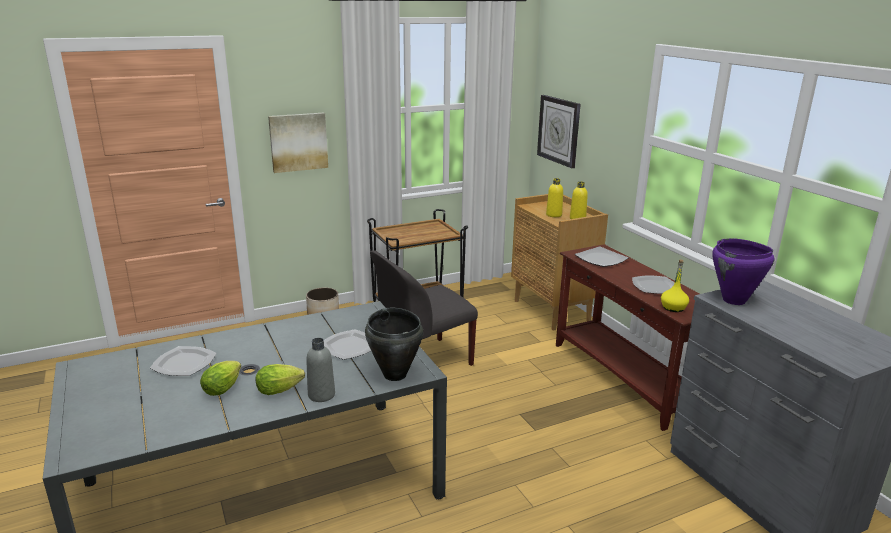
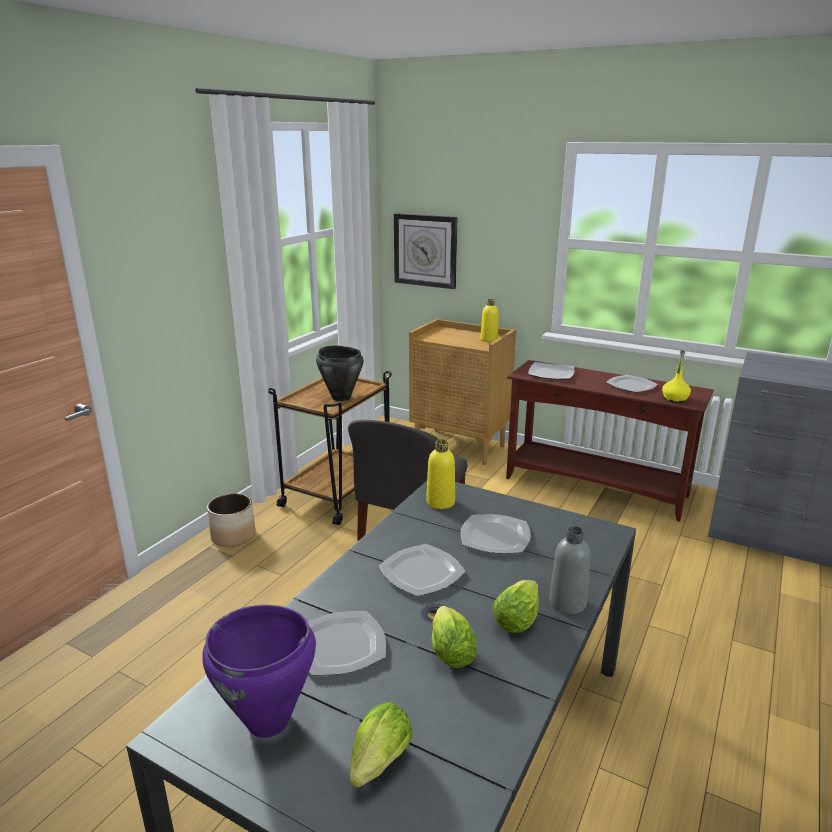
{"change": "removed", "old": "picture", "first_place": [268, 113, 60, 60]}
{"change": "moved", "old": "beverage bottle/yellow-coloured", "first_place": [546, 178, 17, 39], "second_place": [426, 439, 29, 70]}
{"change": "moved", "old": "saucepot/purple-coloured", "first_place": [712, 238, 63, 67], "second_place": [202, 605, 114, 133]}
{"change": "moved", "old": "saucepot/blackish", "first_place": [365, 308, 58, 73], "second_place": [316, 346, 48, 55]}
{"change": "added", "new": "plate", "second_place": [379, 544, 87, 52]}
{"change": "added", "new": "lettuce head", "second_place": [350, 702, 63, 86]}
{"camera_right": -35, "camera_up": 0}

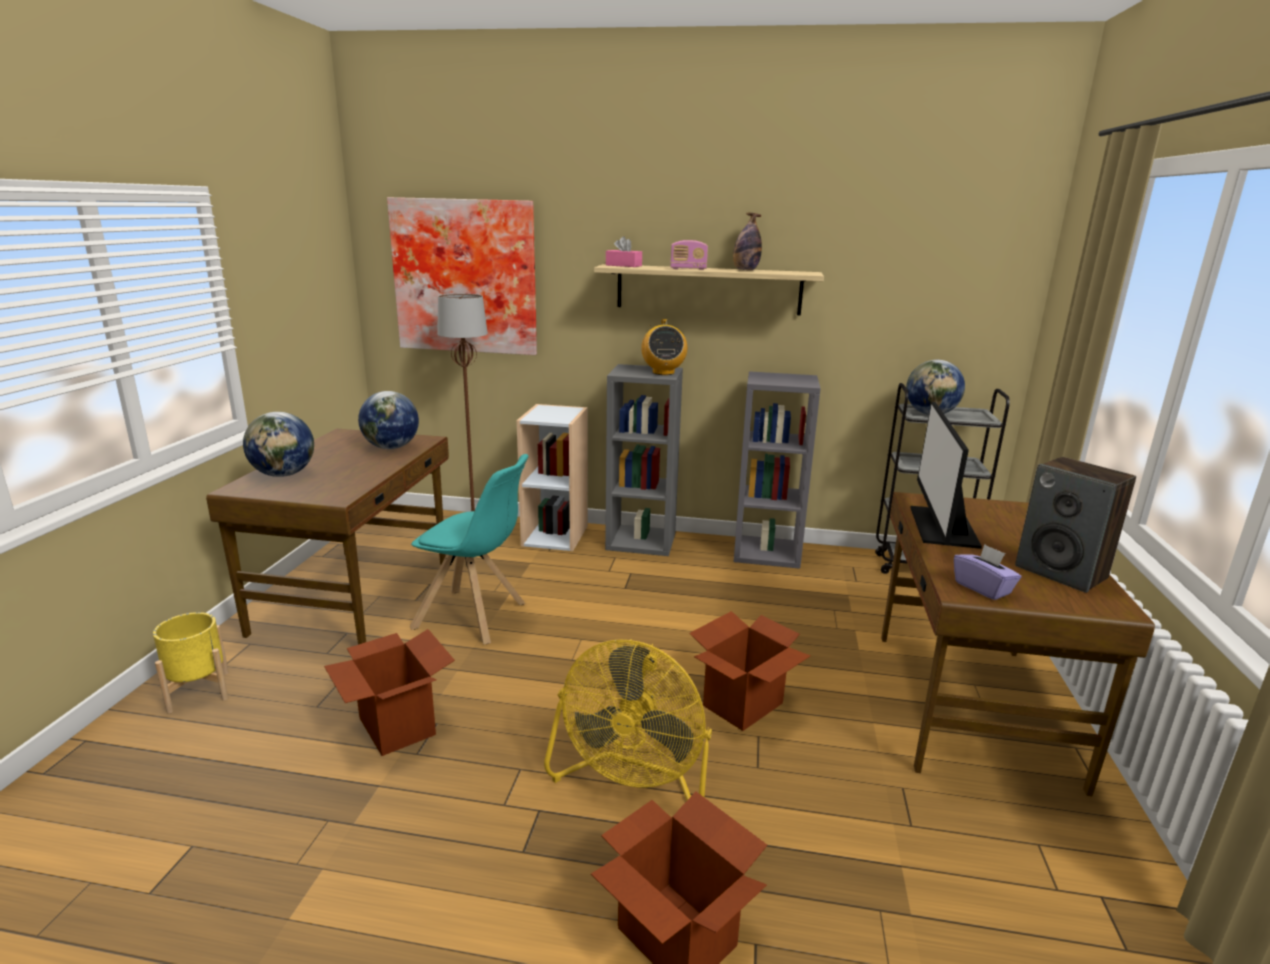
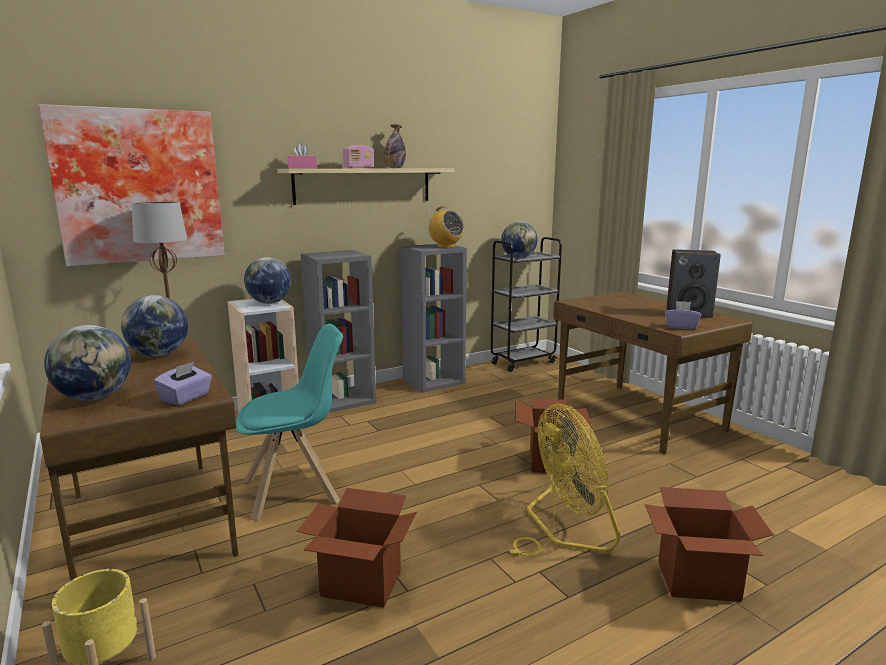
{"change": "moved", "old": "radio", "first_place": [641, 319, 46, 56], "second_place": [426, 206, 38, 42]}
{"change": "removed", "old": "monitor", "first_place": [910, 402, 72, 147]}
{"change": "turned", "old": "electric fan/yellow-coloured", "first_place": [544, 639, 168, 161], "second_place": [507, 403, 113, 154], "degrees": -90}
{"change": "added", "new": "globe", "second_place": [244, 257, 48, 47]}
{"change": "added", "new": "tissue holder/purple-coloured", "second_place": [154, 361, 58, 44]}
{"camera_right": -40, "camera_up": -5}

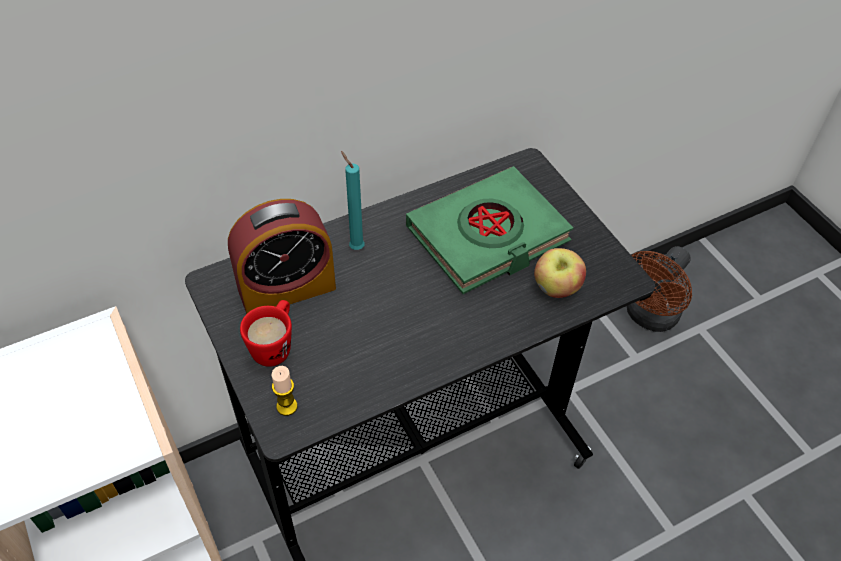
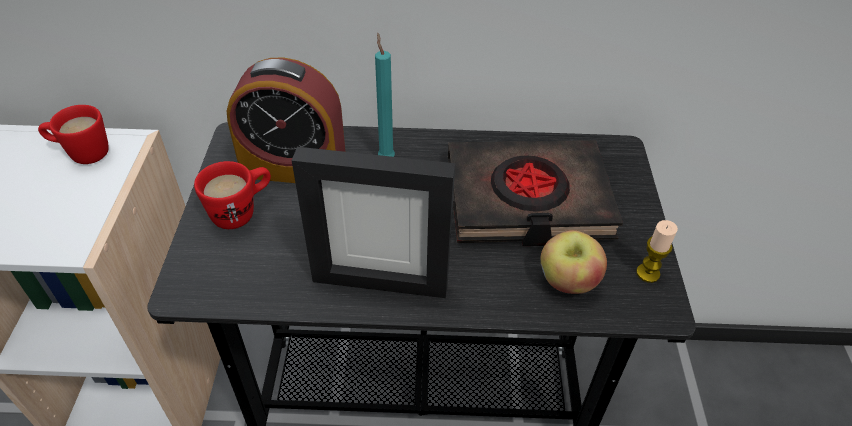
{"change": "recoloured", "old": "volume/green", "new": "volume/blackish", "first_place": [406, 166, 168, 128], "second_place": [448, 140, 175, 106]}
{"change": "removed", "old": "electric fan/brown", "first_place": [627, 246, 65, 86]}
{"change": "moved", "old": "wax light", "first_place": [272, 366, 26, 50], "second_place": [636, 220, 42, 63]}
{"change": "added", "new": "tea mug/red", "second_place": [38, 105, 71, 59]}
{"change": "added", "new": "standing frame", "second_place": [292, 147, 163, 151]}
{"camera_right": 30, "camera_up": -5}

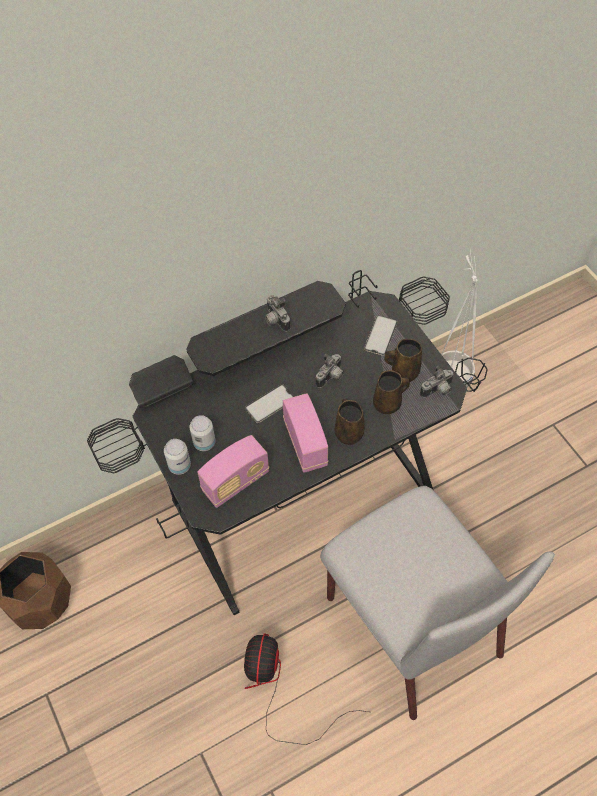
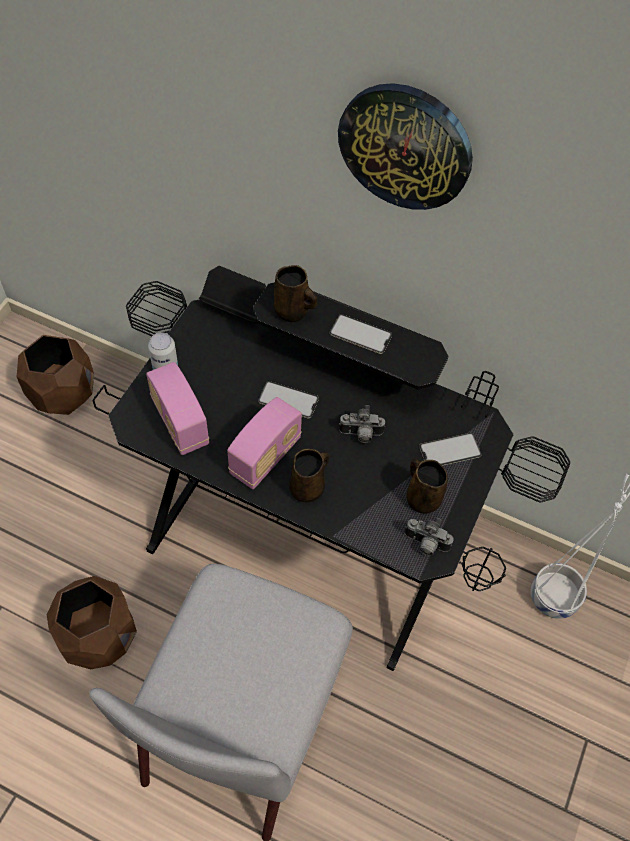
{"change": "replaced", "old": "still camera", "new": "handset", "first_place": [265, 294, 26, 38], "second_place": [329, 314, 63, 40]}
{"change": "moved", "old": "tea mug/brown", "first_place": [373, 370, 37, 44], "second_place": [274, 265, 43, 57]}
{"change": "removed", "old": "sealed can", "first_place": [190, 415, 26, 36]}
{"change": "turned", "old": "radio", "first_place": [197, 435, 73, 73], "second_place": [146, 362, 63, 93], "degrees": 45}
{"change": "replaced", "old": "electric fan", "new": "planter/brown", "first_place": [244, 633, 124, 112], "second_place": [47, 576, 90, 93]}
{"change": "added", "new": "clock on the wall", "second_place": [338, 83, 135, 127]}
{"camera_right": 50, "camera_up": 0}

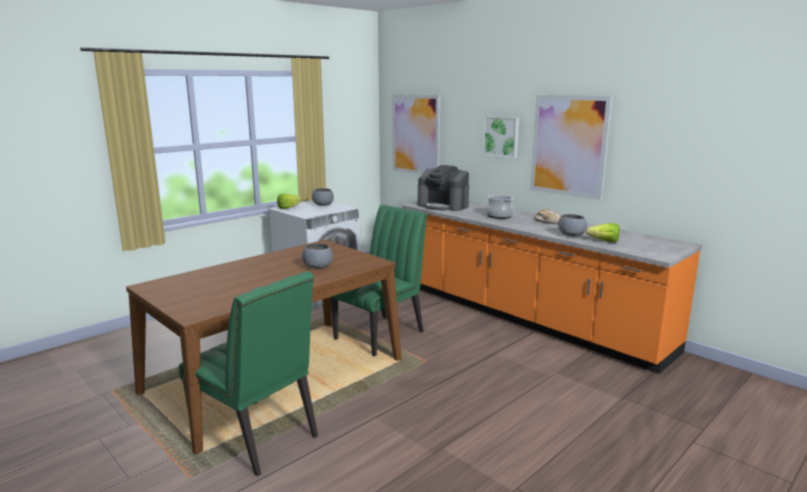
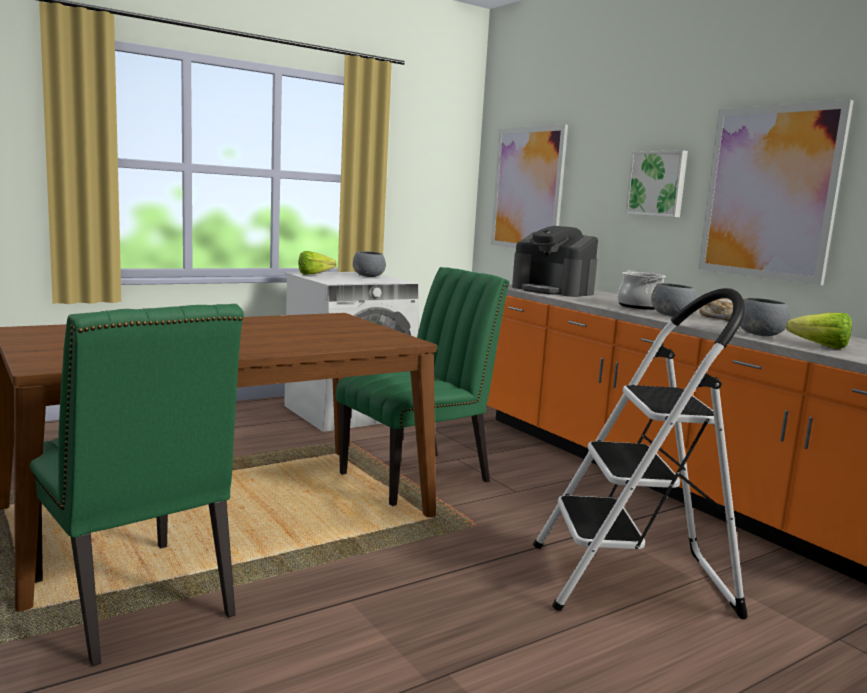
{"change": "moved", "old": "serving bowl/greyish", "first_place": [302, 243, 31, 26], "second_place": [651, 283, 46, 34]}
{"change": "added", "new": "step ladder", "second_place": [533, 288, 214, 331]}
{"camera_right": 10, "camera_up": -5}

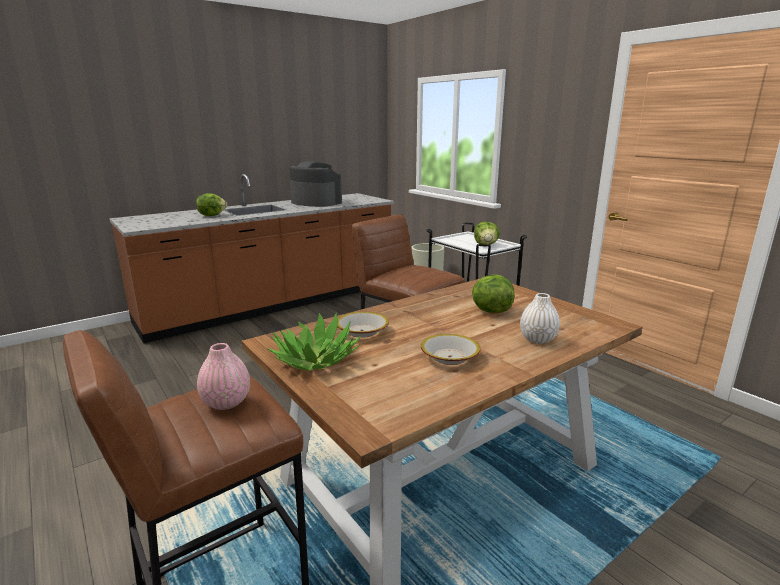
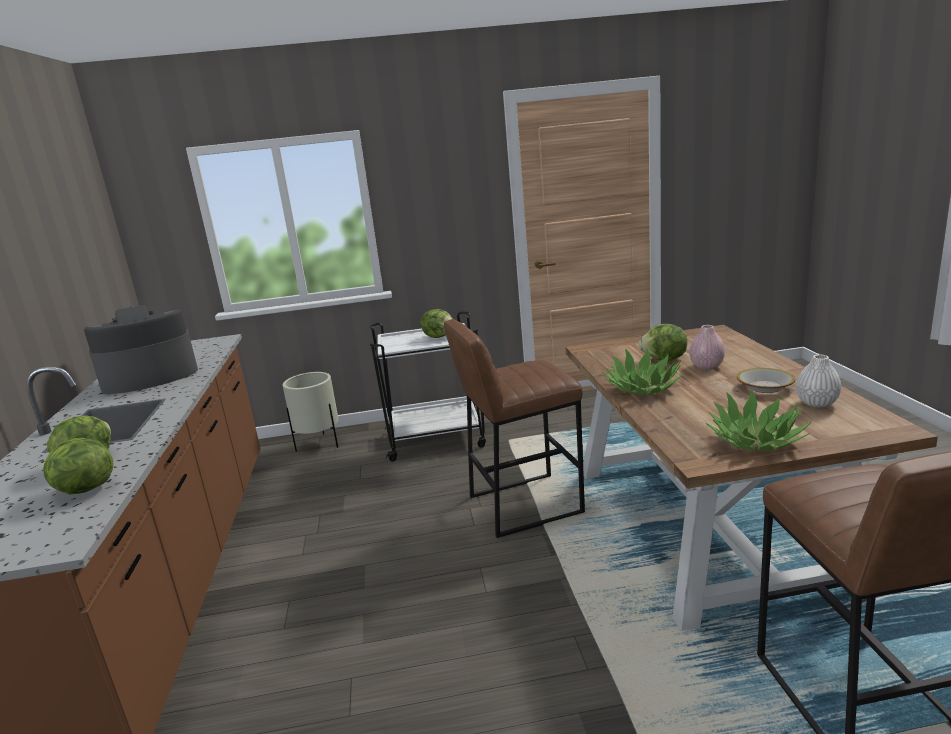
{"change": "moved", "old": "decorative vase/white-coloured", "first_place": [520, 293, 40, 51], "second_place": [796, 355, 45, 53]}
{"change": "removed", "old": "serving bowl", "first_place": [338, 311, 51, 27]}
{"change": "moved", "old": "decorative vase/pink", "first_place": [197, 343, 53, 67], "second_place": [689, 325, 36, 44]}
{"change": "added", "new": "houseplant", "second_place": [602, 349, 82, 46]}
{"change": "added", "new": "lettuce head", "second_place": [43, 438, 71, 56]}
{"camera_right": -60, "camera_up": 0}

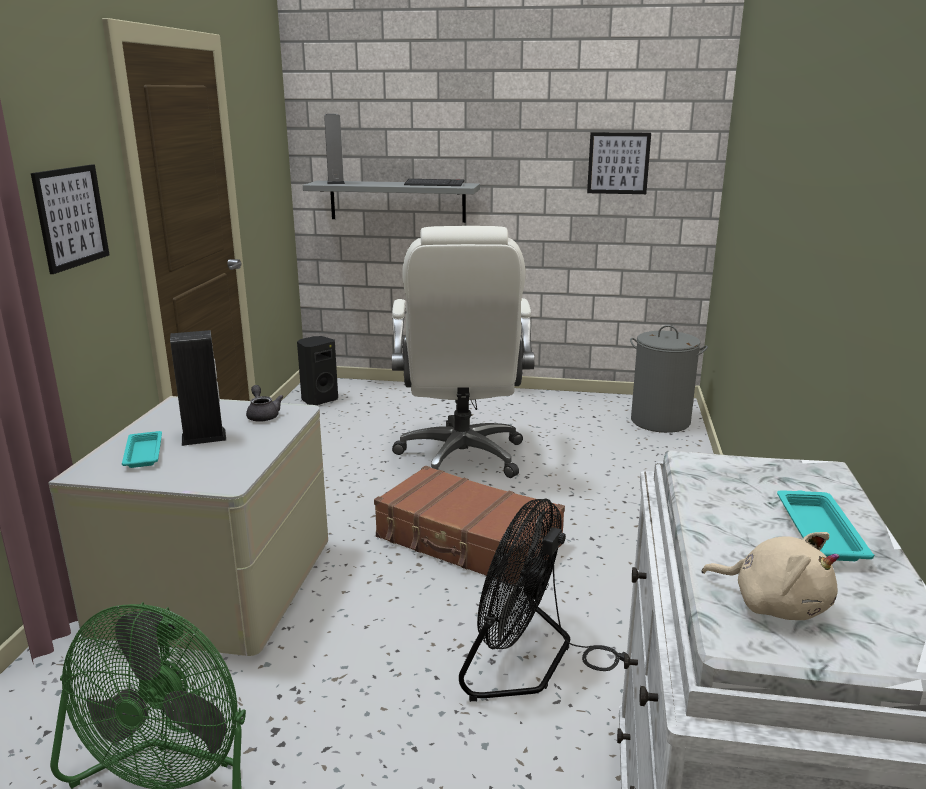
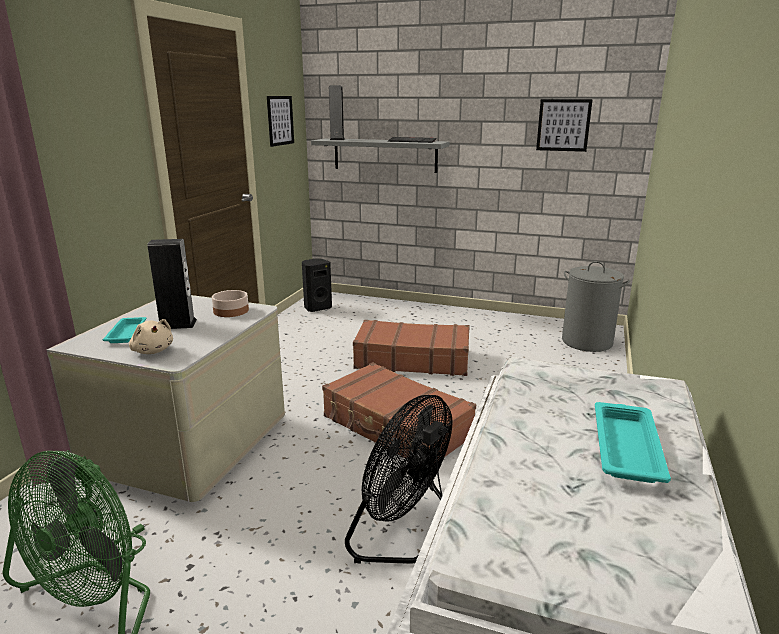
{"change": "moved", "old": "picture", "first_place": [31, 164, 78, 110], "second_place": [267, 96, 27, 51]}
{"change": "replaced", "old": "desk chair/white-coloured", "new": "piece of luggage/brown", "first_place": [392, 226, 143, 252], "second_place": [353, 320, 117, 56]}
{"change": "replaced", "old": "teapot/greyish", "new": "serving bowl", "first_place": [246, 385, 38, 37], "second_place": [212, 290, 37, 27]}
{"change": "moved", "old": "cuddly toy/beige", "first_place": [701, 532, 138, 88], "second_place": [129, 319, 44, 35]}
{"camera_right": 10, "camera_up": 0}

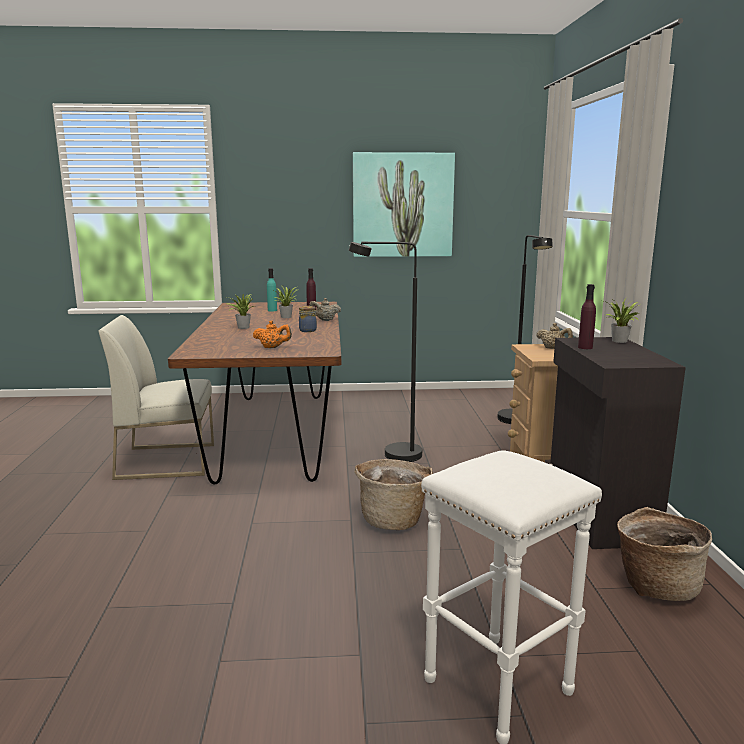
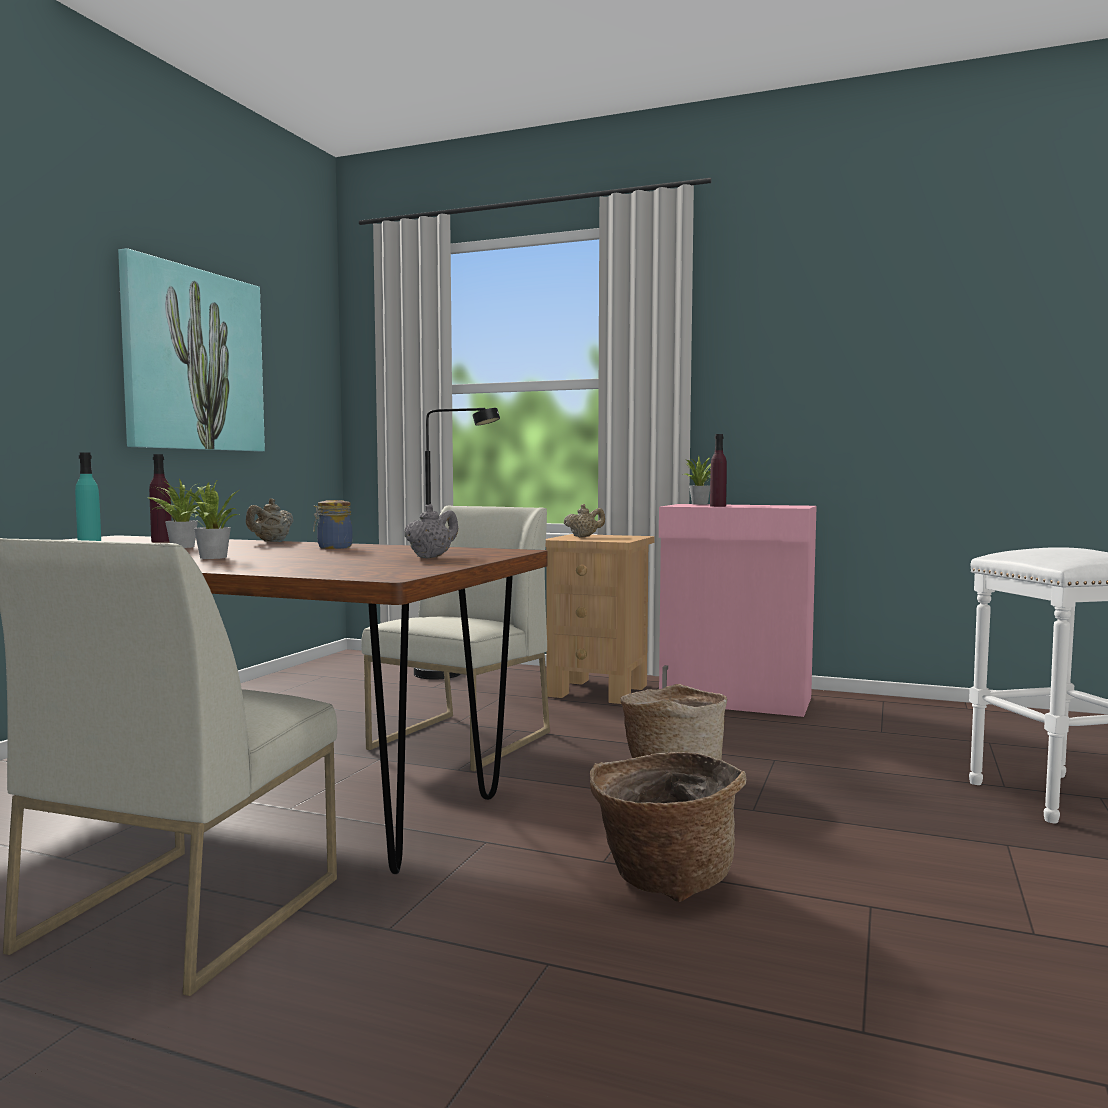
{"change": "replaced", "old": "standard lamp/blackish", "new": "chair/white-coloured", "first_place": [349, 242, 73, 220], "second_place": [361, 506, 189, 265]}
{"change": "recoloured", "old": "teapot/orange-coloured", "new": "teapot/greyish", "first_place": [253, 321, 39, 27], "second_place": [404, 504, 54, 54]}
{"change": "recoloured", "old": "storage cabinet/blackish", "new": "storage cabinet/pink", "first_place": [550, 337, 136, 212], "second_place": [659, 504, 158, 213]}
{"change": "moved", "old": "household basket", "first_place": [617, 507, 95, 94], "second_place": [590, 752, 156, 150]}
{"camera_right": -65, "camera_up": -10}

